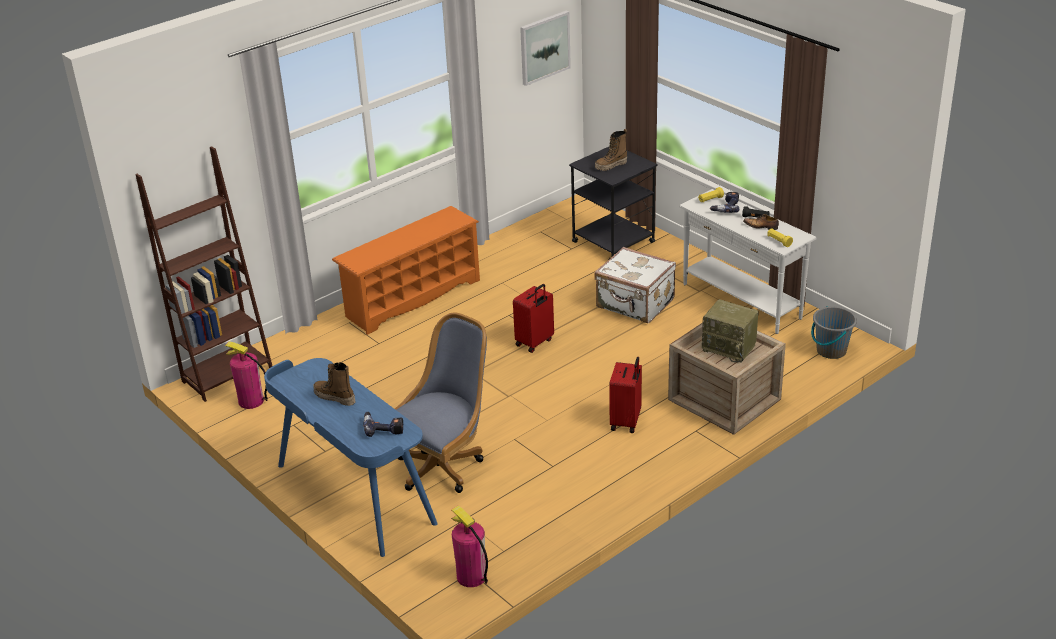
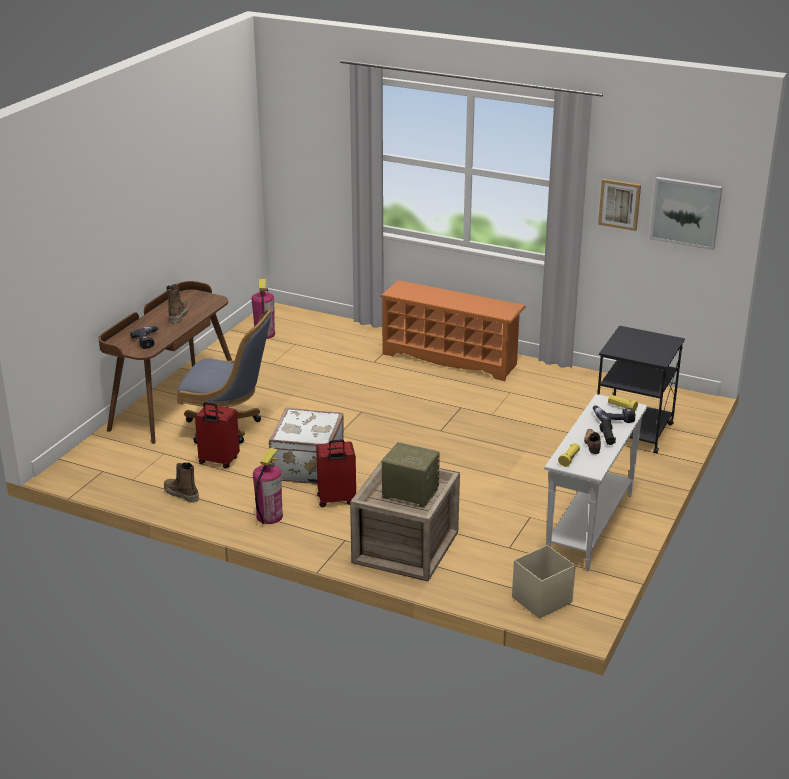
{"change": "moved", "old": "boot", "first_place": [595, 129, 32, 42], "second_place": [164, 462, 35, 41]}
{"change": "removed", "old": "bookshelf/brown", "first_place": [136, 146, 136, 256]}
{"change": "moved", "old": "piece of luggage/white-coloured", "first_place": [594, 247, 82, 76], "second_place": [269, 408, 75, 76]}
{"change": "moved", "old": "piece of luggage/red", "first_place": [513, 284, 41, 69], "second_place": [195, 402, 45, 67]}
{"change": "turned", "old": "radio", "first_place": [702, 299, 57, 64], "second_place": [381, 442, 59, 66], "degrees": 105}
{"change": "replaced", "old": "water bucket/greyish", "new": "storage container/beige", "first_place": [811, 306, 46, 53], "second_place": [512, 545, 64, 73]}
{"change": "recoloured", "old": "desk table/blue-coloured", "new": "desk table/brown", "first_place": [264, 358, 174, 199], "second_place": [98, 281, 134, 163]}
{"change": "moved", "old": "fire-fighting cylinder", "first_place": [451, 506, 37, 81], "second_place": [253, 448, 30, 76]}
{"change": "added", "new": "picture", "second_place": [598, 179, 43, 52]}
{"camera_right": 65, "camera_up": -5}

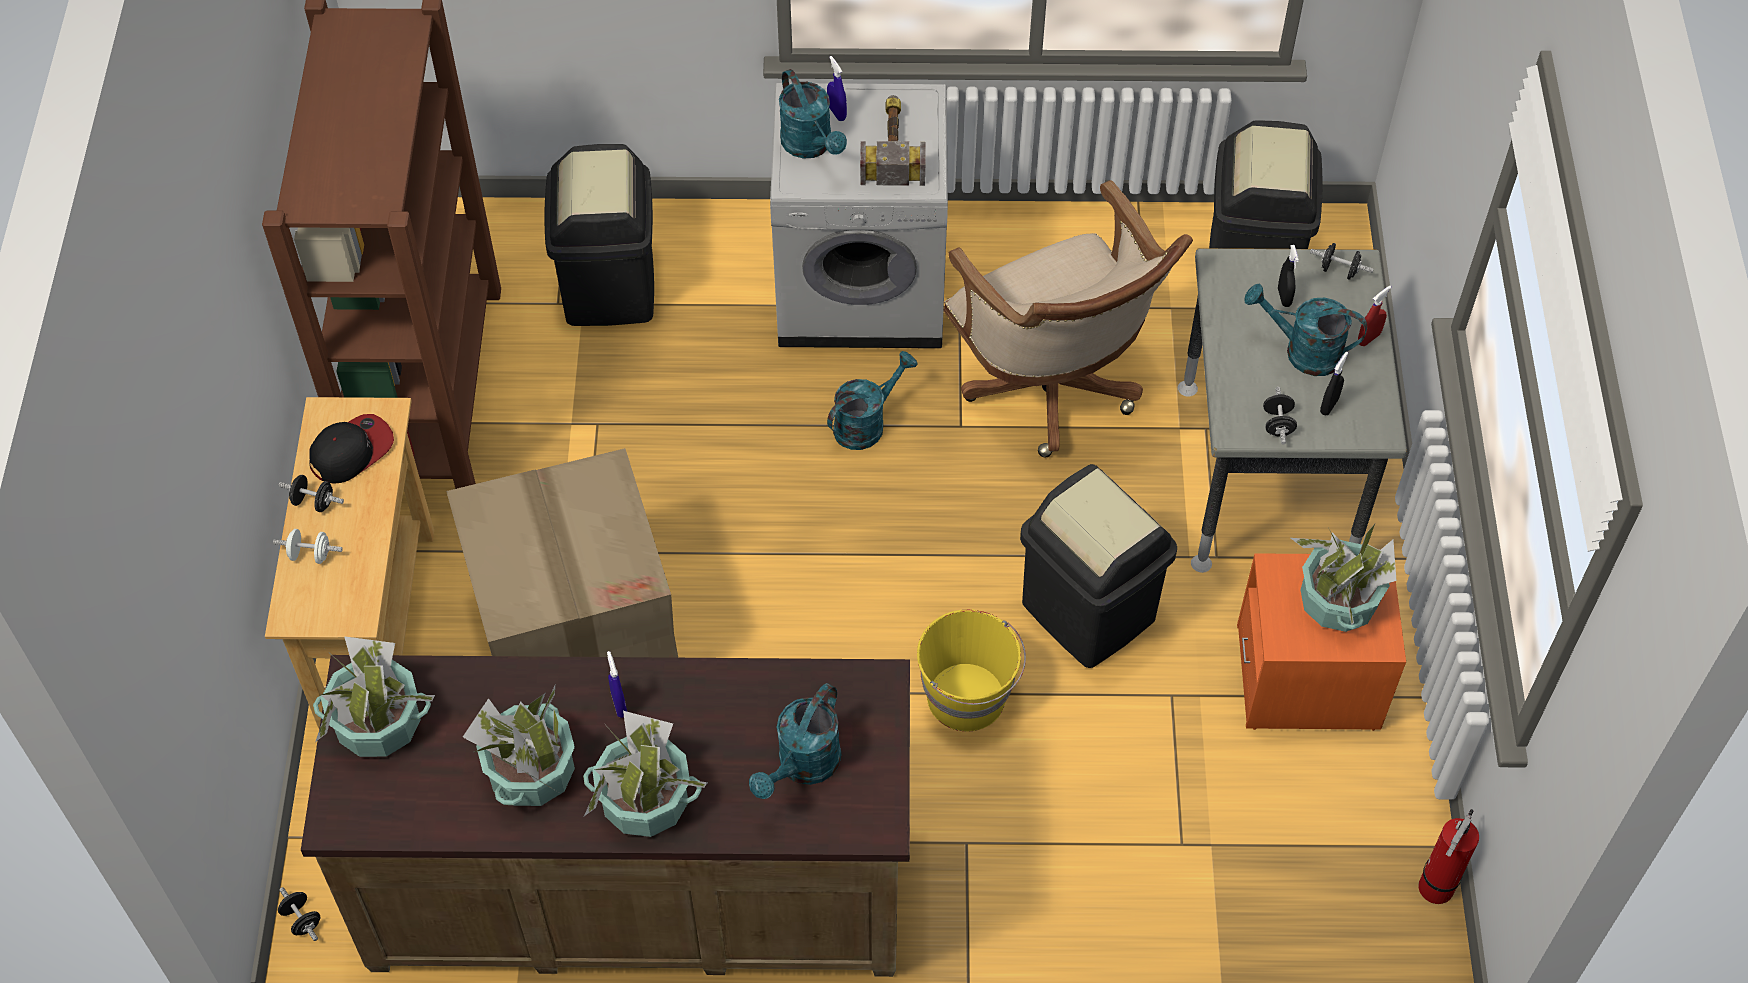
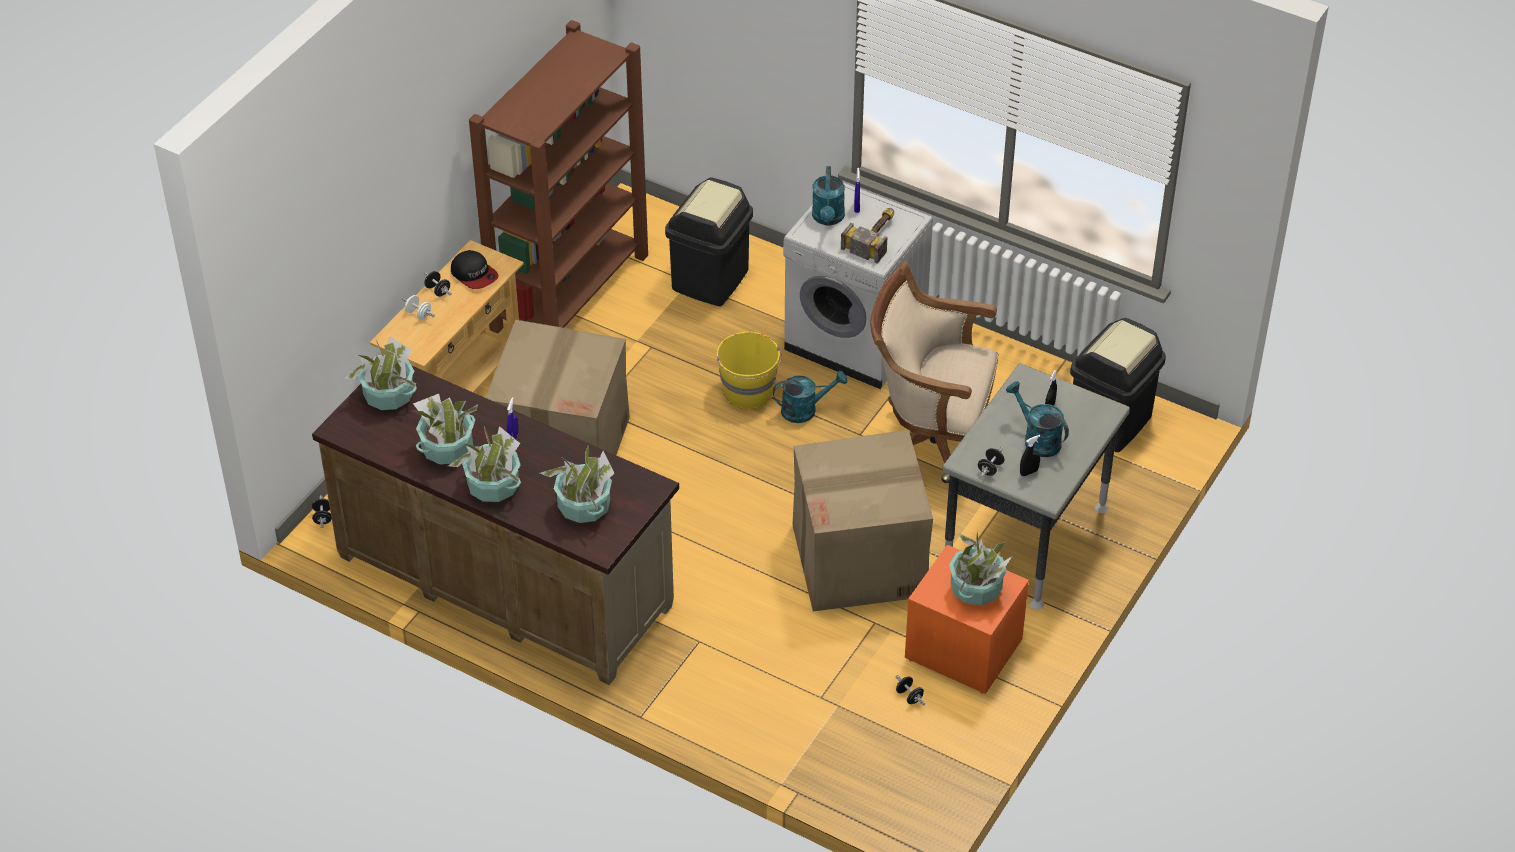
{"change": "turned", "old": "desk chair", "first_place": [944, 180, 249, 277], "second_place": [870, 261, 129, 222], "degrees": 105}
{"change": "moved", "old": "free weight/blackish", "first_place": [1310, 243, 64, 37], "second_place": [895, 675, 30, 30]}
{"change": "removed", "old": "spray bottle/red", "first_place": [1358, 285, 33, 61]}
{"change": "turned", "old": "cap", "first_place": [310, 414, 84, 70], "second_place": [451, 250, 48, 39], "degrees": 60}
{"change": "replaced", "old": "rubbish bin/blackish", "new": "cardboard box", "first_place": [1020, 464, 157, 204], "second_place": [792, 430, 141, 181]}
{"change": "moved", "old": "water bucket/yellow-coloured", "first_place": [917, 609, 109, 123], "second_place": [716, 332, 66, 77]}
{"change": "replaced", "old": "watering can/turquoise", "new": "houseplant", "first_place": [749, 683, 93, 116], "second_place": [540, 445, 74, 78]}
{"change": "removed", "old": "fire-fighting cylinder", "first_place": [1418, 809, 61, 95]}
{"camera_right": 30, "camera_up": -10}

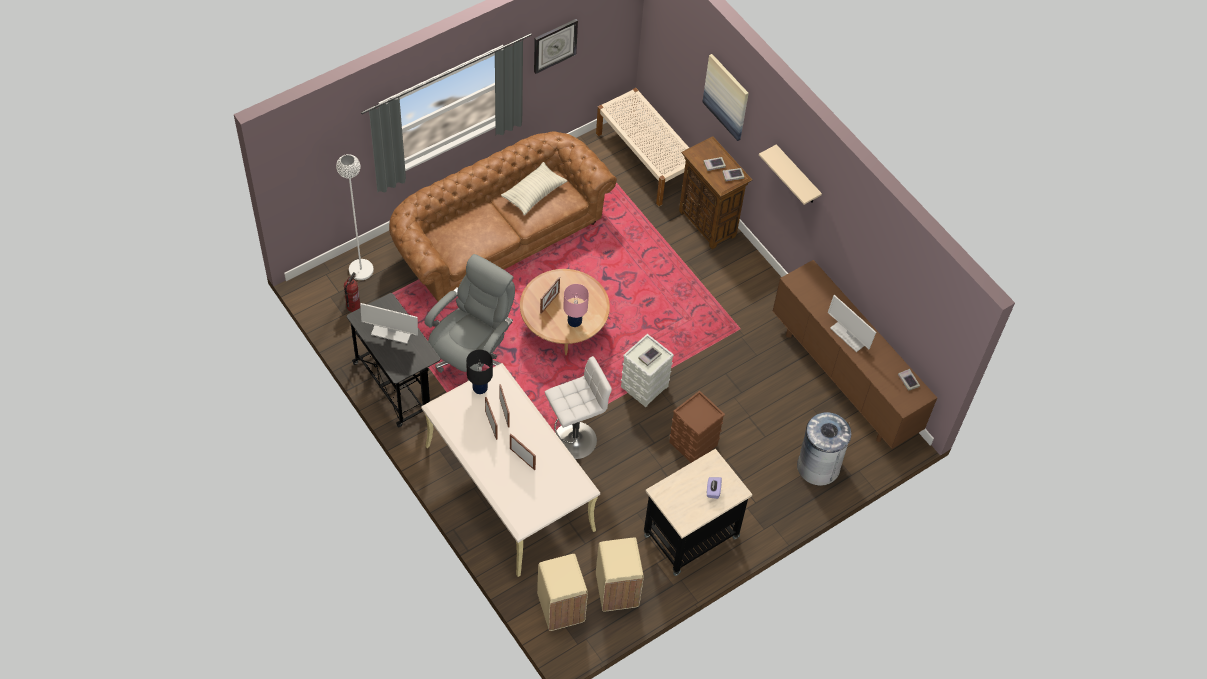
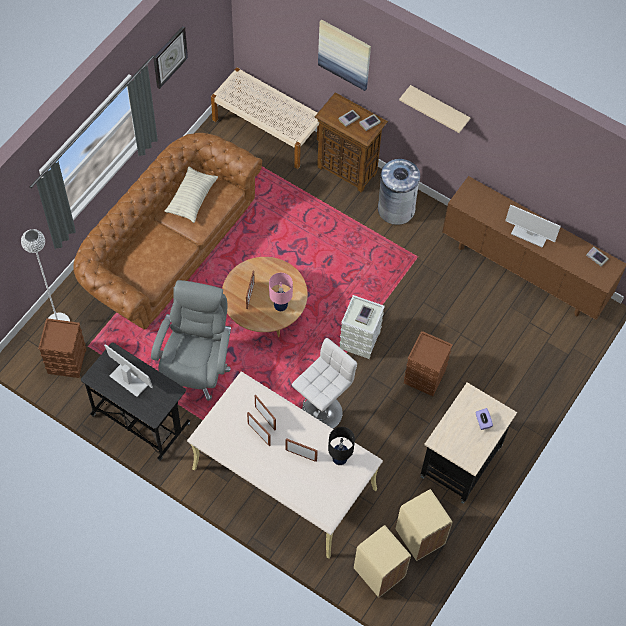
{"change": "replaced", "old": "fire-fighting cylinder", "new": "storage container/brown", "first_place": [344, 272, 16, 40], "second_place": [38, 318, 48, 60]}
{"change": "turned", "old": "monitor", "first_place": [360, 303, 58, 41], "second_place": [104, 344, 49, 53], "degrees": -135}
{"change": "moved", "old": "table lamp/blackish", "first_place": [466, 350, 27, 44], "second_place": [328, 427, 27, 38]}
{"change": "moved", "old": "rubbish bin/greyish", "first_place": [797, 412, 54, 74], "second_place": [378, 159, 42, 66]}
{"camera_right": -20, "camera_up": 5}

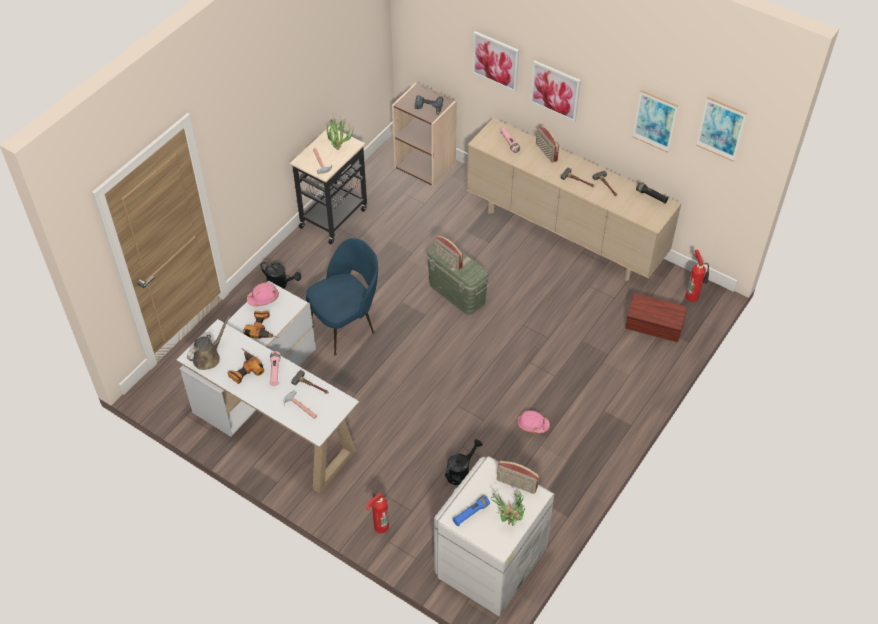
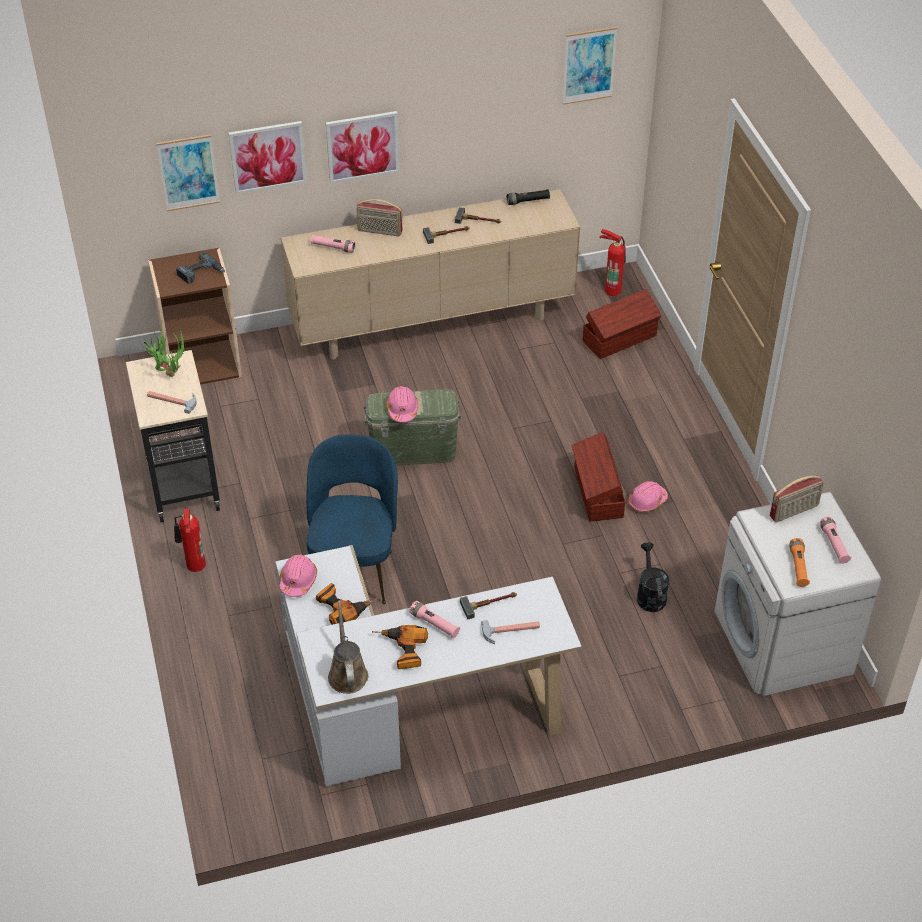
{"change": "moved", "old": "picture", "first_place": [632, 90, 46, 62], "second_place": [156, 134, 64, 77]}
{"change": "replaced", "old": "radio", "new": "work helmet/pink", "first_place": [434, 235, 29, 36], "second_place": [386, 386, 32, 36]}
{"change": "removed", "old": "watering can/blackish", "first_place": [260, 262, 41, 27]}
{"change": "replaced", "old": "houseplant", "new": "hand torch/pink", "first_place": [491, 490, 34, 36], "second_place": [820, 516, 31, 48]}
{"change": "moved", "old": "fire-fighting cylinder", "first_place": [366, 492, 23, 41], "second_place": [174, 509, 32, 63]}
{"change": "recoloured", "old": "hand torch/blue-coloured", "new": "hand torch/orange-coloured", "first_place": [452, 495, 38, 31], "second_place": [790, 538, 20, 49]}
{"change": "added", "new": "storage container/brown", "second_place": [571, 432, 54, 90]}
{"camera_right": -50, "camera_up": -5}

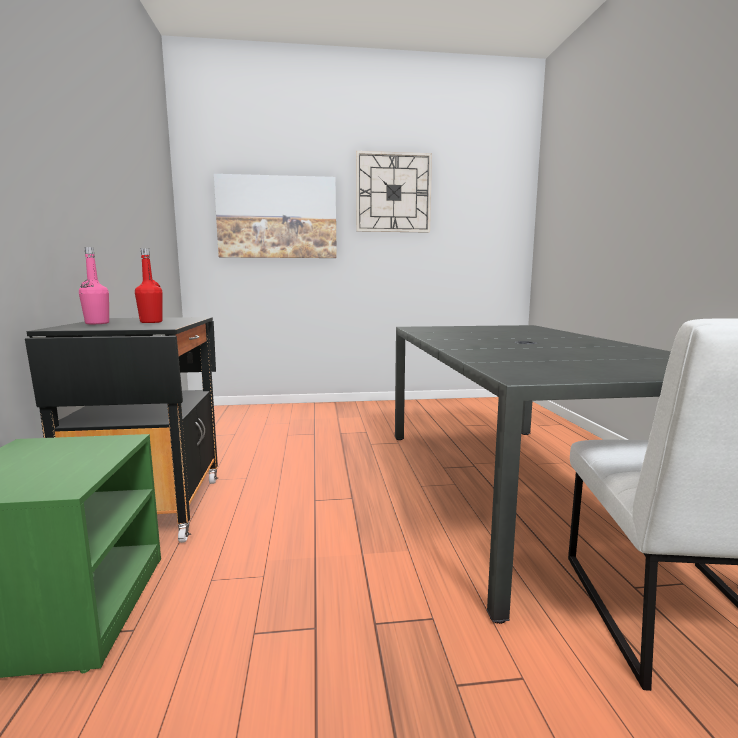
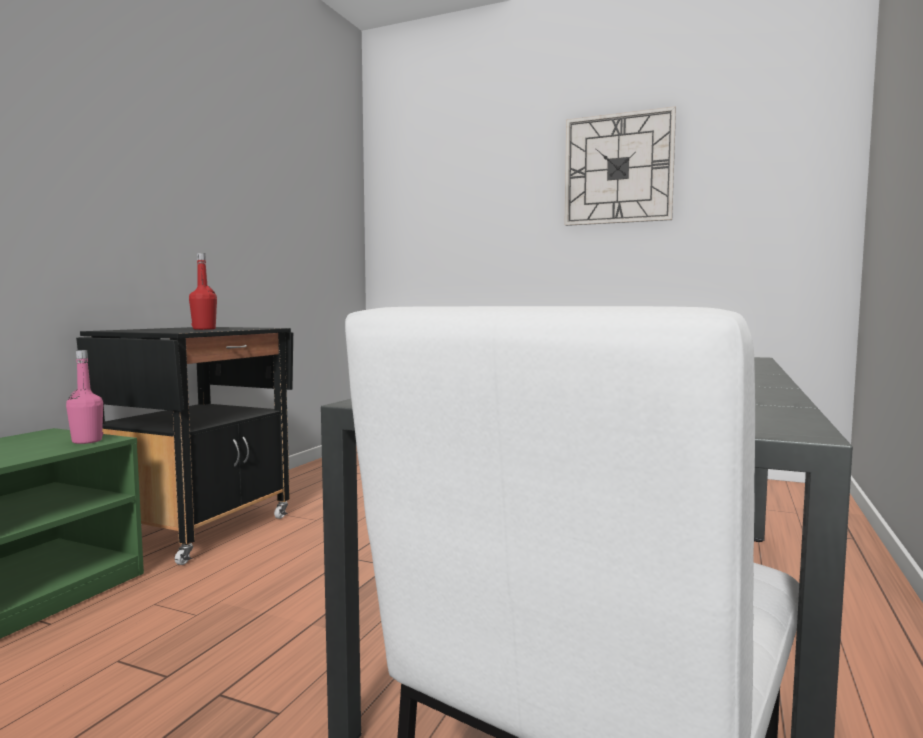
{"change": "removed", "old": "picture", "first_place": [214, 174, 123, 84]}
{"change": "moved", "old": "beverage bottle/pink", "first_place": [79, 247, 30, 77], "second_place": [66, 350, 37, 94]}
{"camera_right": 30, "camera_up": -5}

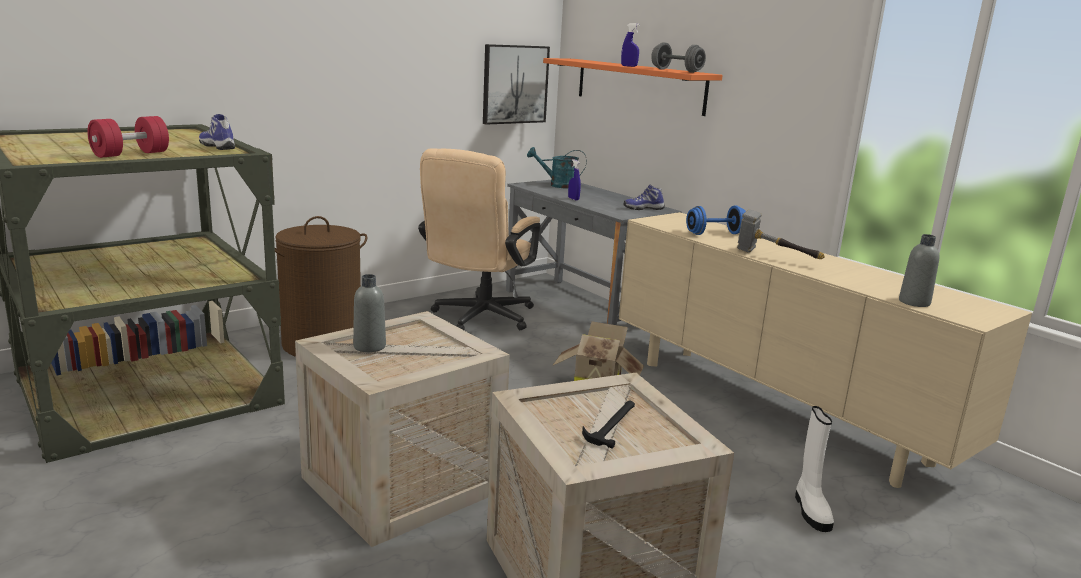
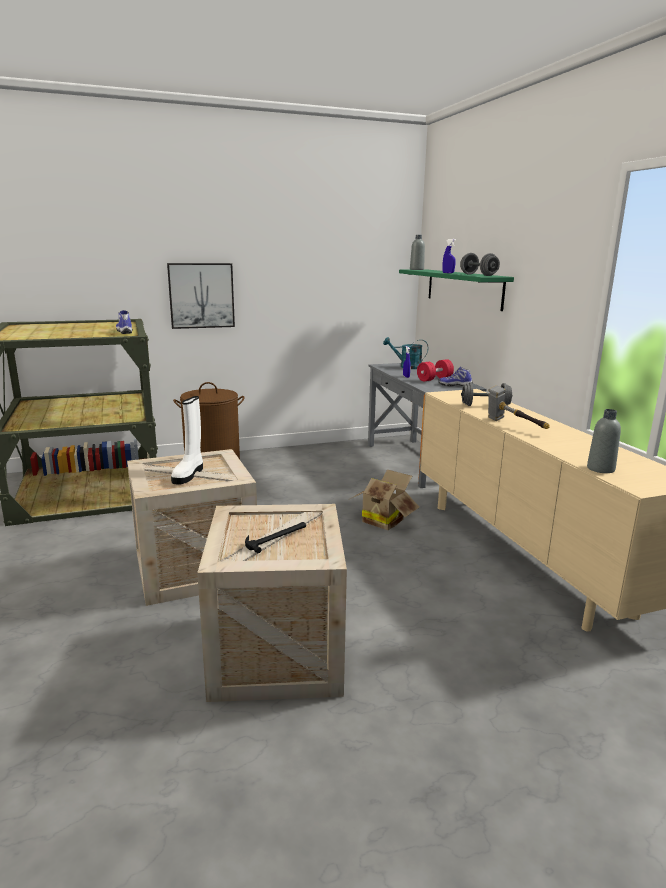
{"change": "moved", "old": "picture", "first_place": [483, 44, 67, 81], "second_place": [167, 263, 68, 66]}
{"change": "recoloured", "old": "wall shelf/orange-coloured", "new": "wall shelf/green", "first_place": [543, 58, 180, 58], "second_place": [399, 269, 115, 42]}
{"change": "moved", "old": "free weight/red", "first_place": [87, 116, 82, 42], "second_place": [417, 359, 37, 22]}
{"change": "removed", "old": "desk chair/beige", "first_place": [418, 148, 123, 182]}
{"change": "recoloured", "old": "free weight/blue-coloured", "new": "free weight/greyish", "first_place": [686, 206, 60, 29], "second_place": [461, 383, 51, 23]}
{"change": "moved", "old": "beverage bottle/greyish", "first_place": [353, 274, 33, 78], "second_place": [410, 235, 15, 35]}
{"change": "moved", "old": "boot/white-coloured", "first_place": [795, 406, 39, 126], "second_place": [171, 396, 32, 88]}
{"camera_right": 20, "camera_up": 0}

